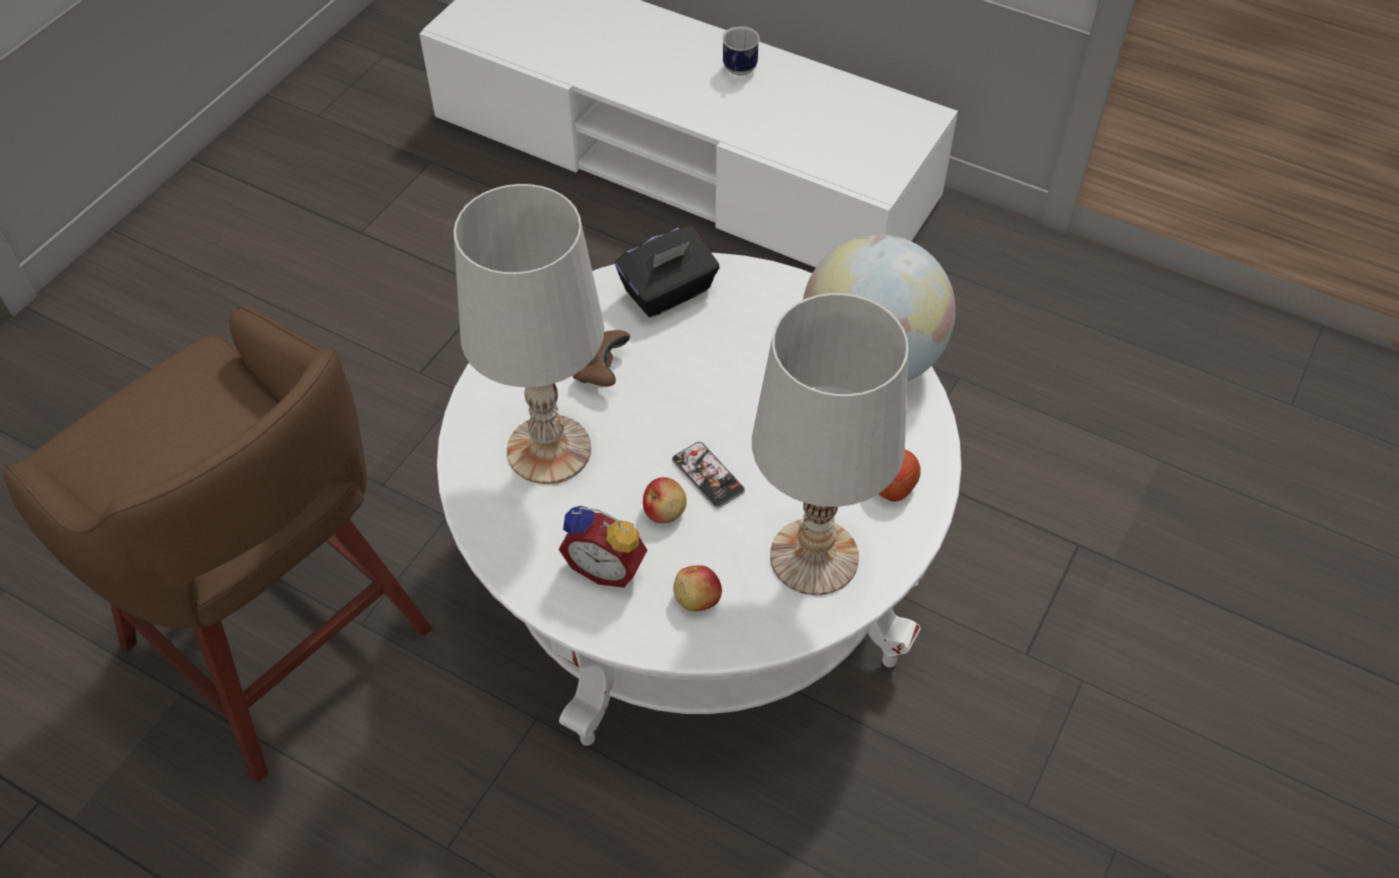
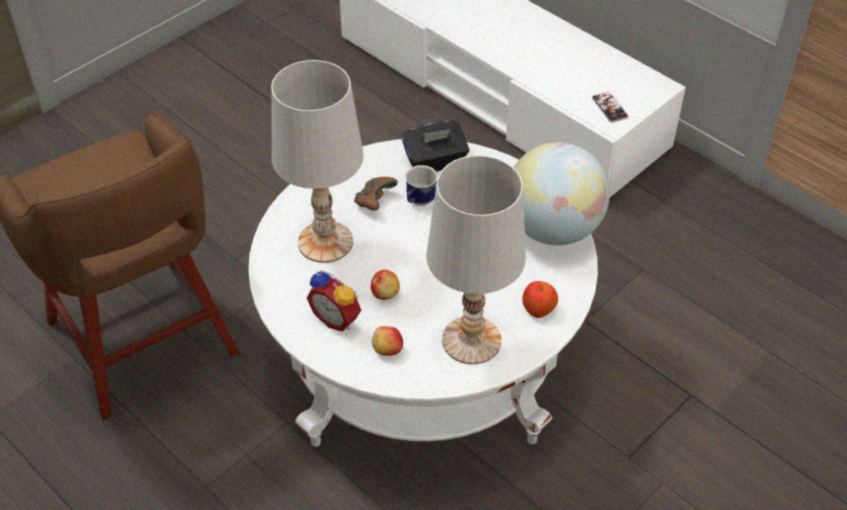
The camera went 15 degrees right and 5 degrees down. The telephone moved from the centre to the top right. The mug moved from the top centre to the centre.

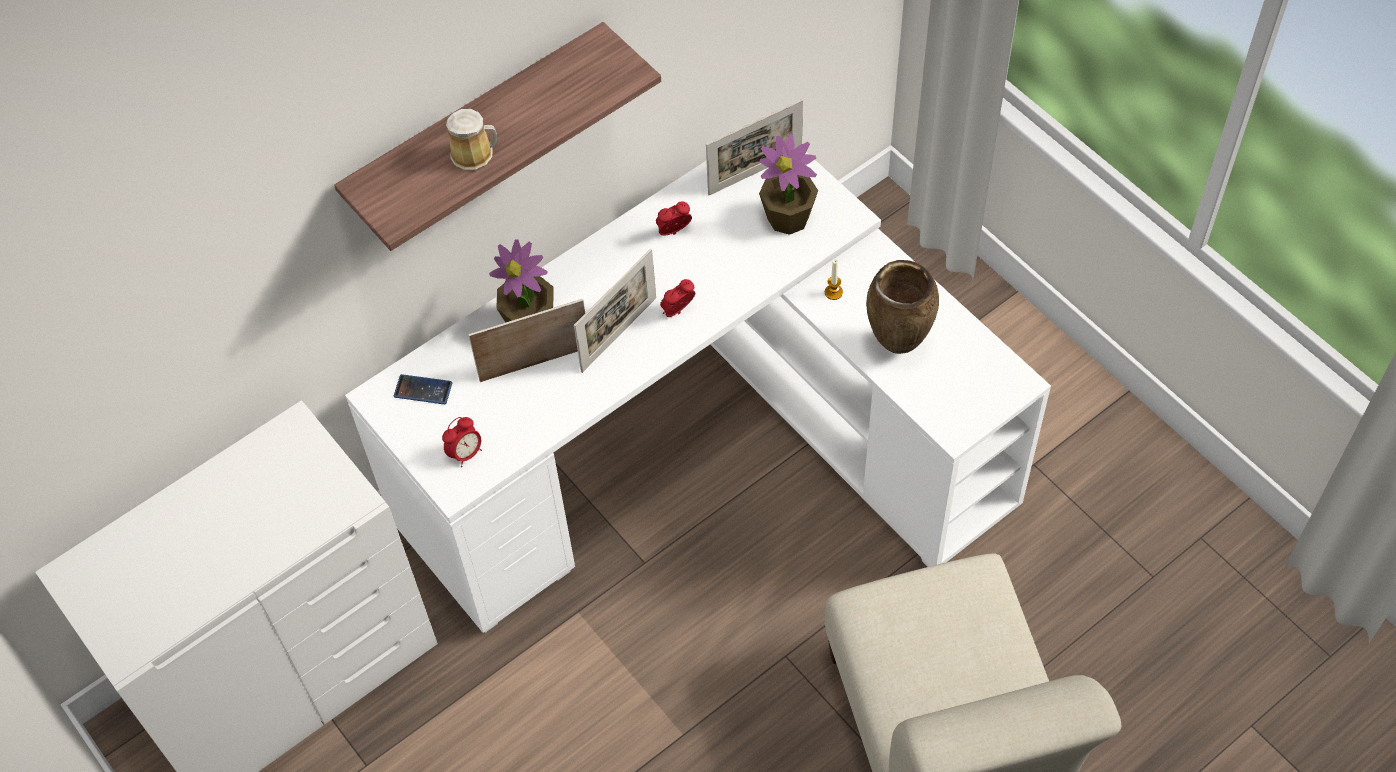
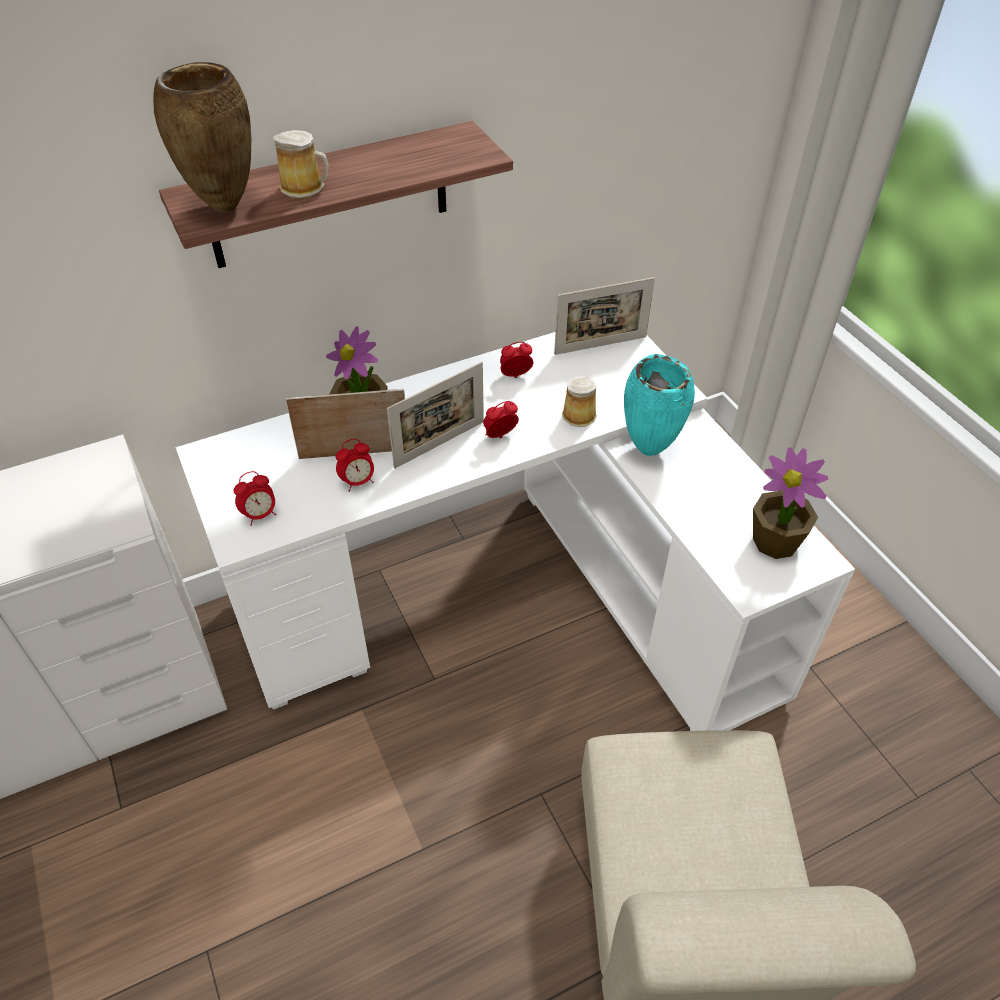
The camera went 10 degrees right and 10 degrees down. The telephone at the middle left disappeared. The plant_in_a_pot (2nd from left) moved from the top centre to the middle right. The wax_candle at the centre was replaced by the turquoise_vase at the centre. The brownish_vase moved from the centre to the top left. The alarm_clock (2nd from left) at the centre appeared. The mug (2nd from left) at the centre appeared.

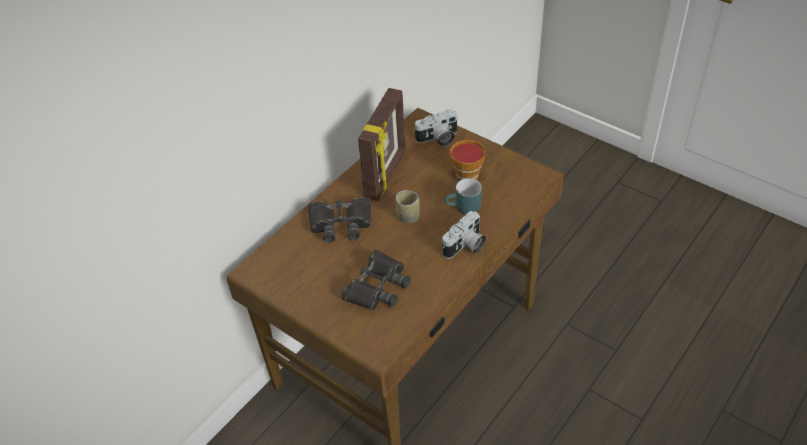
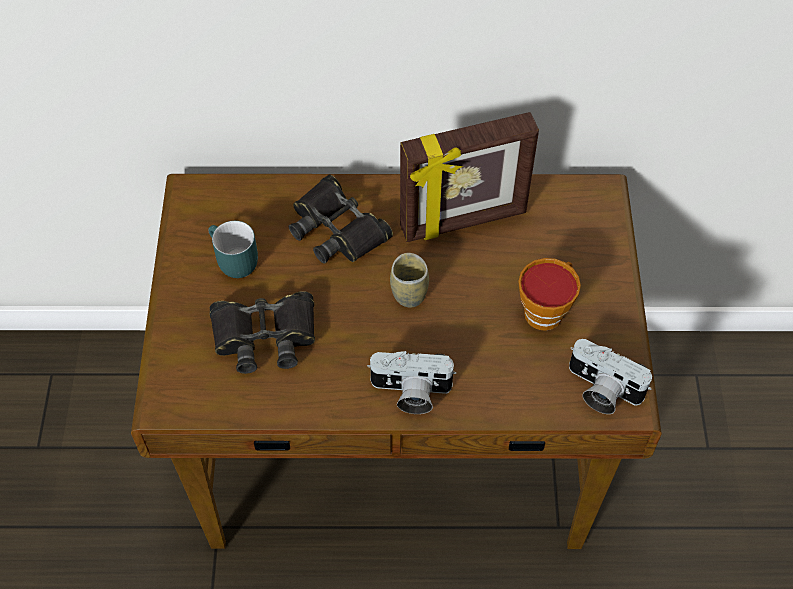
The camera went 50 degrees right and 10 degrees up. The photo_camera (1st from left in the first image) moved from the top centre to the middle right. The turquoise_mug moved from the centre to the middle left.

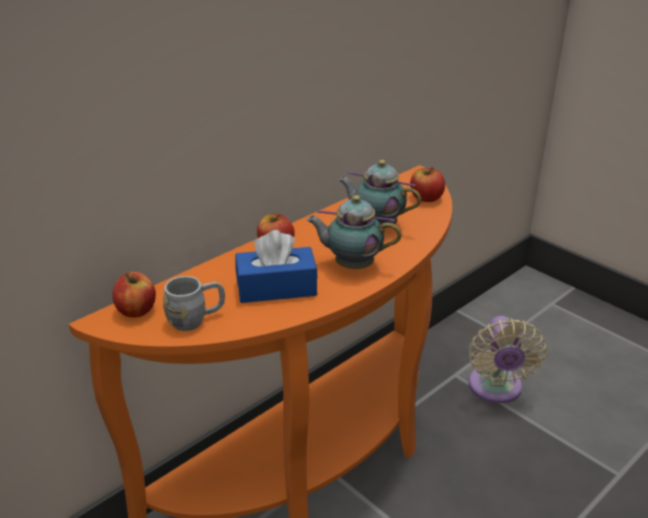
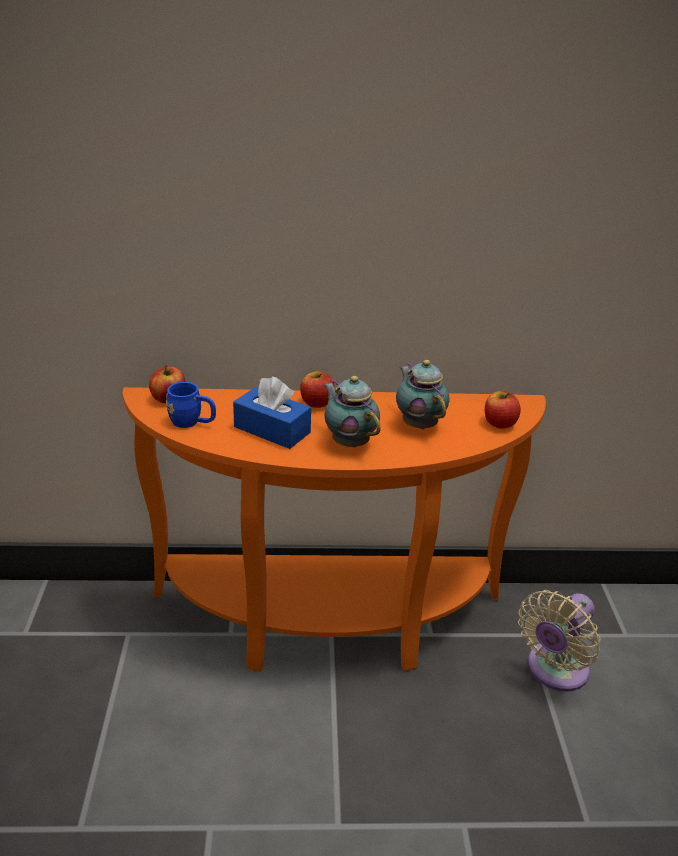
The camera went 40 degrees right and 0 degrees up. The grey_mug at the middle left became the bluish_mug at the middle left.

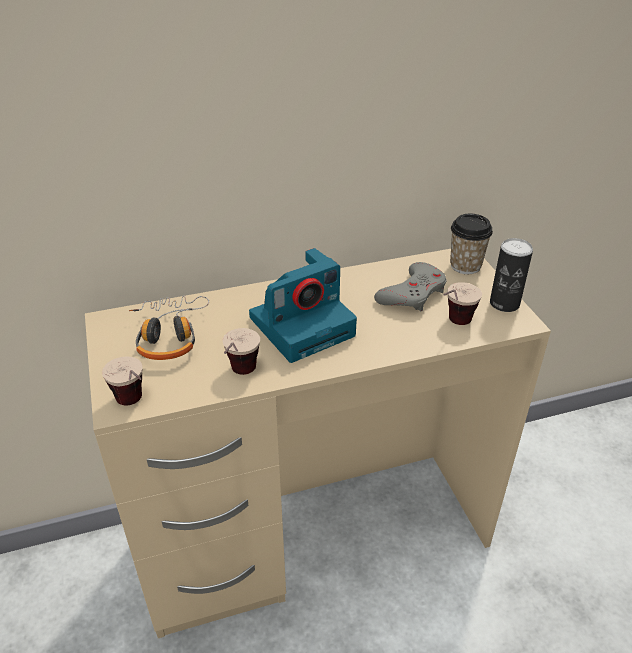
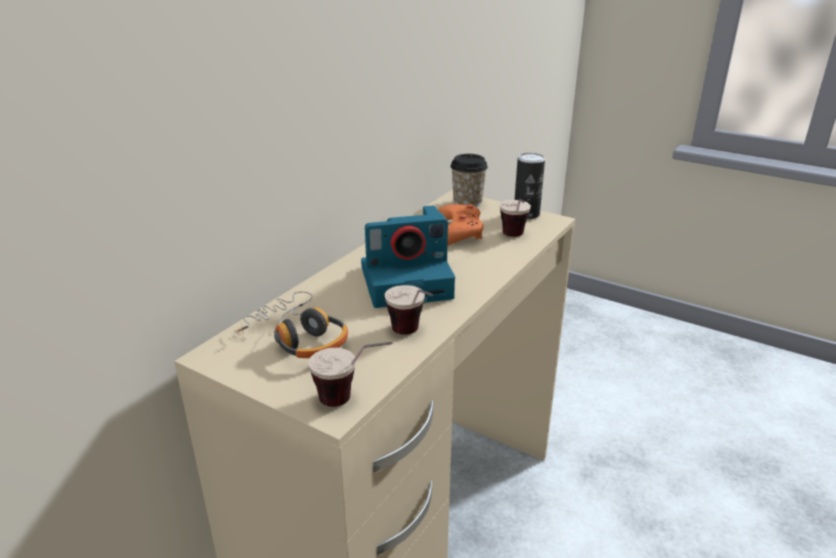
The camera went 40 degrees left and 10 degrees down. The photo_camera at the centre turned 60 degrees clockwise. The grey_game_controller at the centre became the orange_game_controller at the centre.

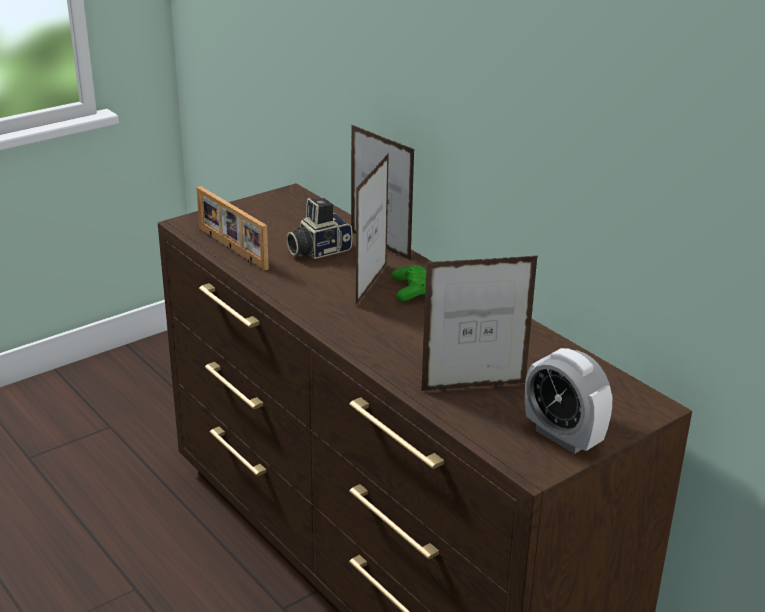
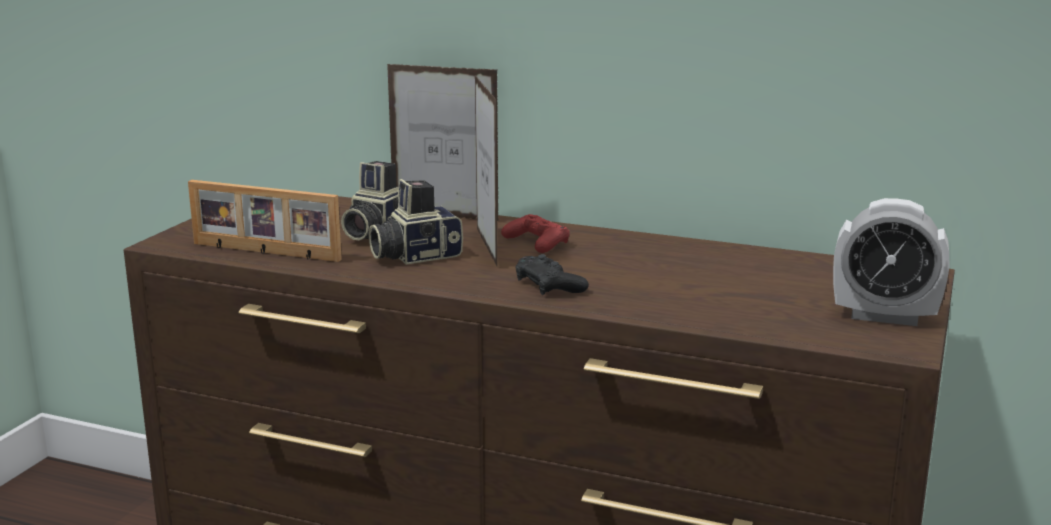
The camera went 30 degrees left and 10 degrees down. The green_game_controller at the centre became the red_game_controller at the centre. The picture_frame (4th from left) at the centre disappeared. The photo_camera (2nd from left) at the centre appeared. The black_game_controller at the centre appeared.

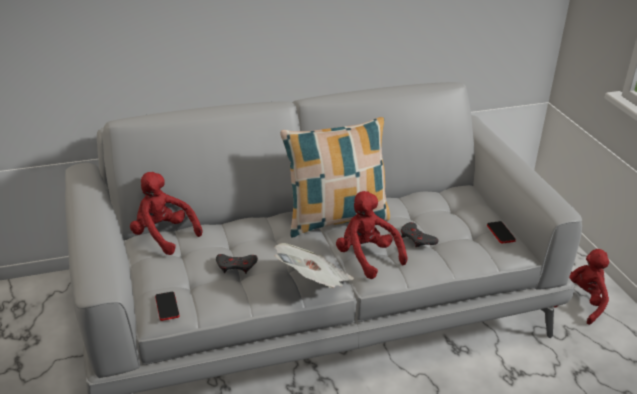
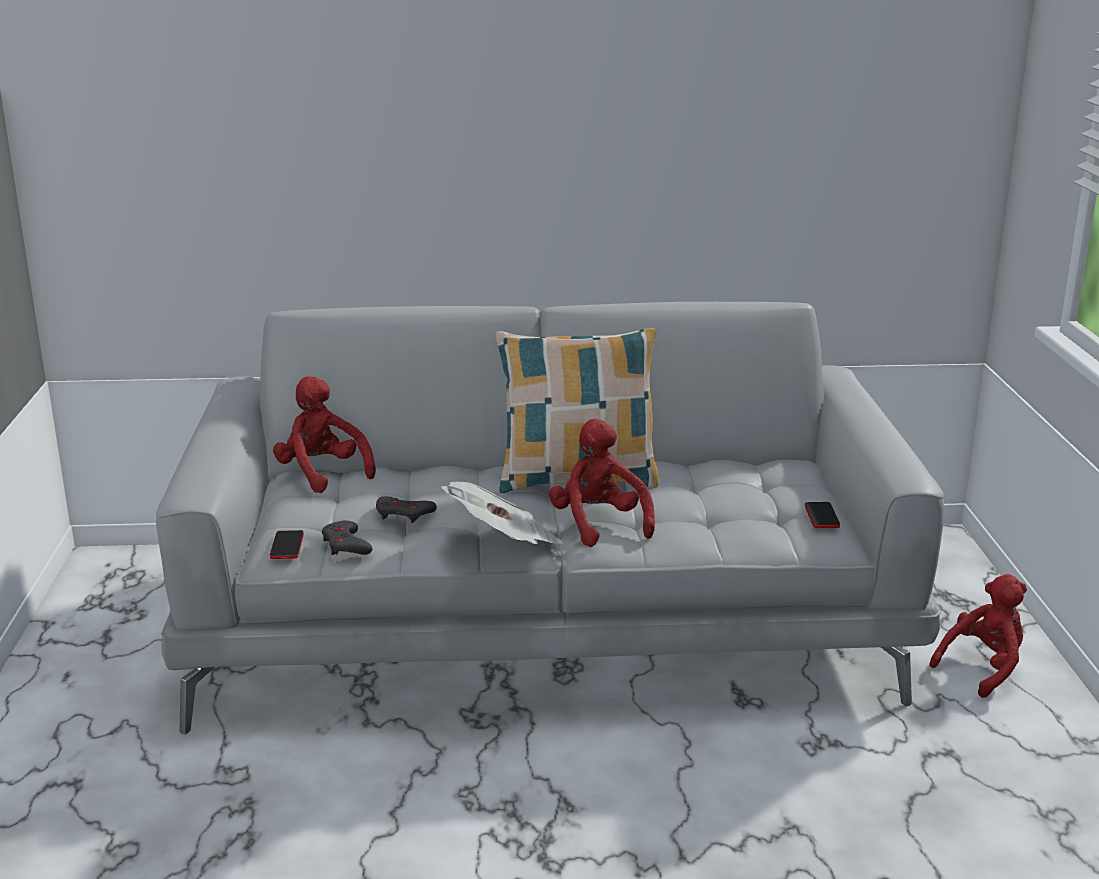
The camera went 15 degrees right and 10 degrees down. The grey_game_controller (2nd from left in the first image) moved from the centre to the middle left.

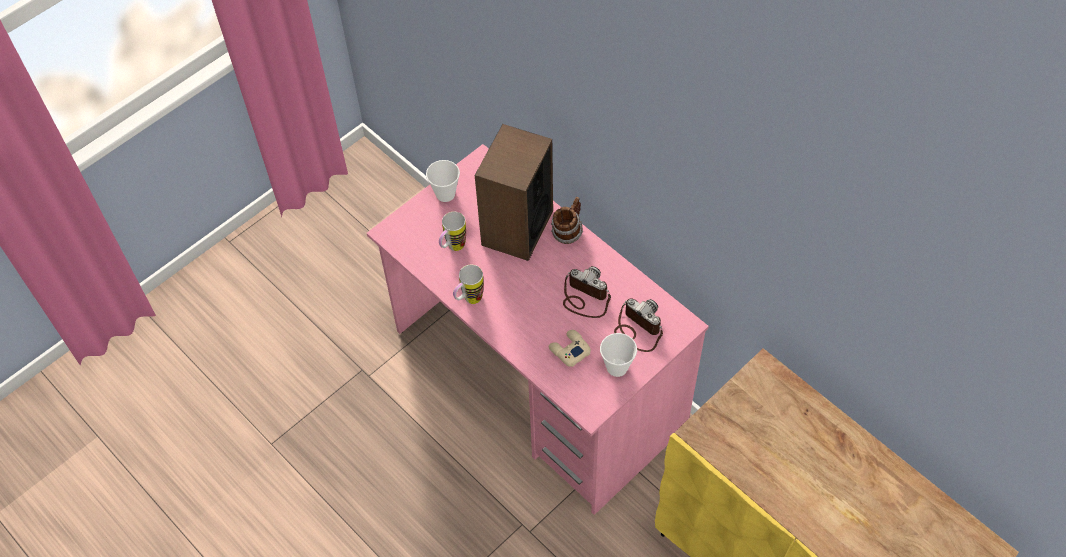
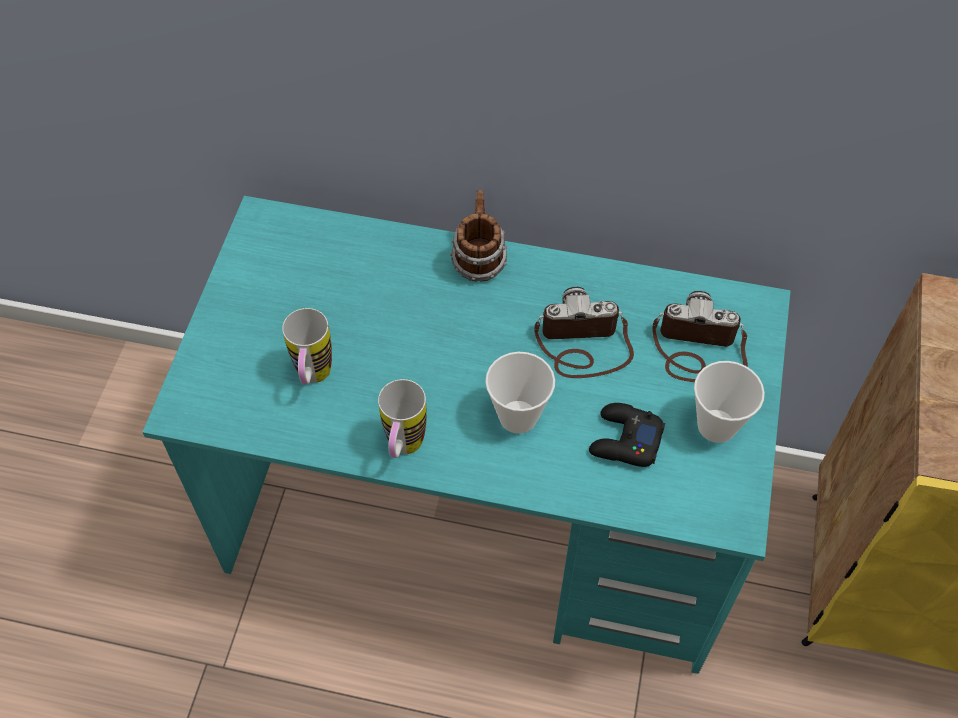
The camera went 35 degrees left and 0 degrees up. The pink-coloured_desk_unit at the centre became the turquoise_desk_unit at the centre. The small_cup (1st from left) moved from the top centre to the centre. The loudspeaker at the centre disappeared. The beige_game_controller at the centre became the black_game_controller at the centre.

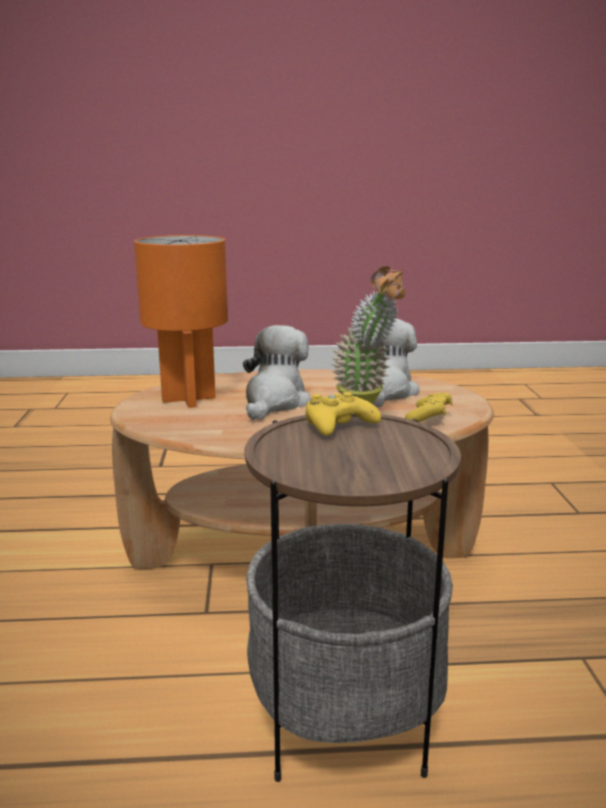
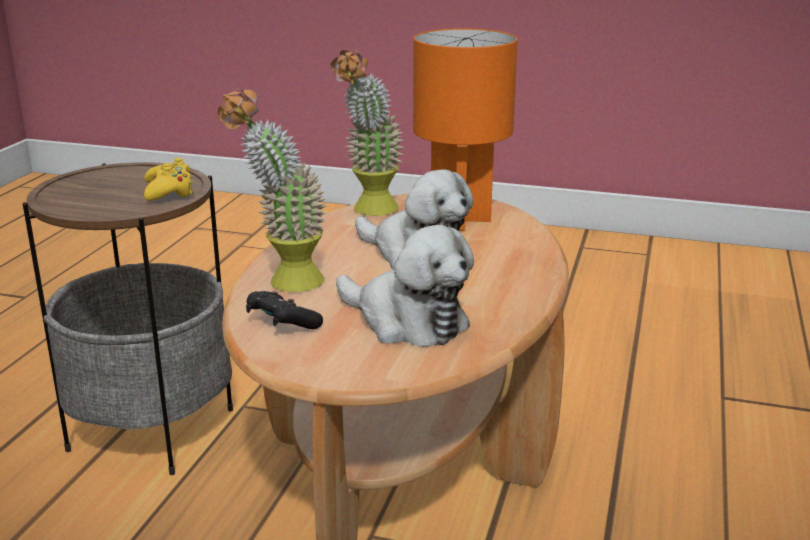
The camera went 110 degrees right and 5 degrees up. The yellowish_game_controller (2nd from left) at the middle right became the black_game_controller at the centre. The plant_in_a_pot (2nd from left) at the top centre appeared.

